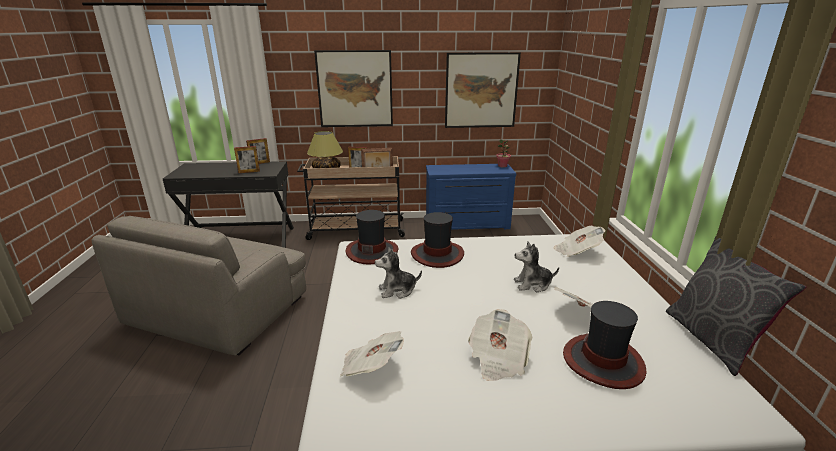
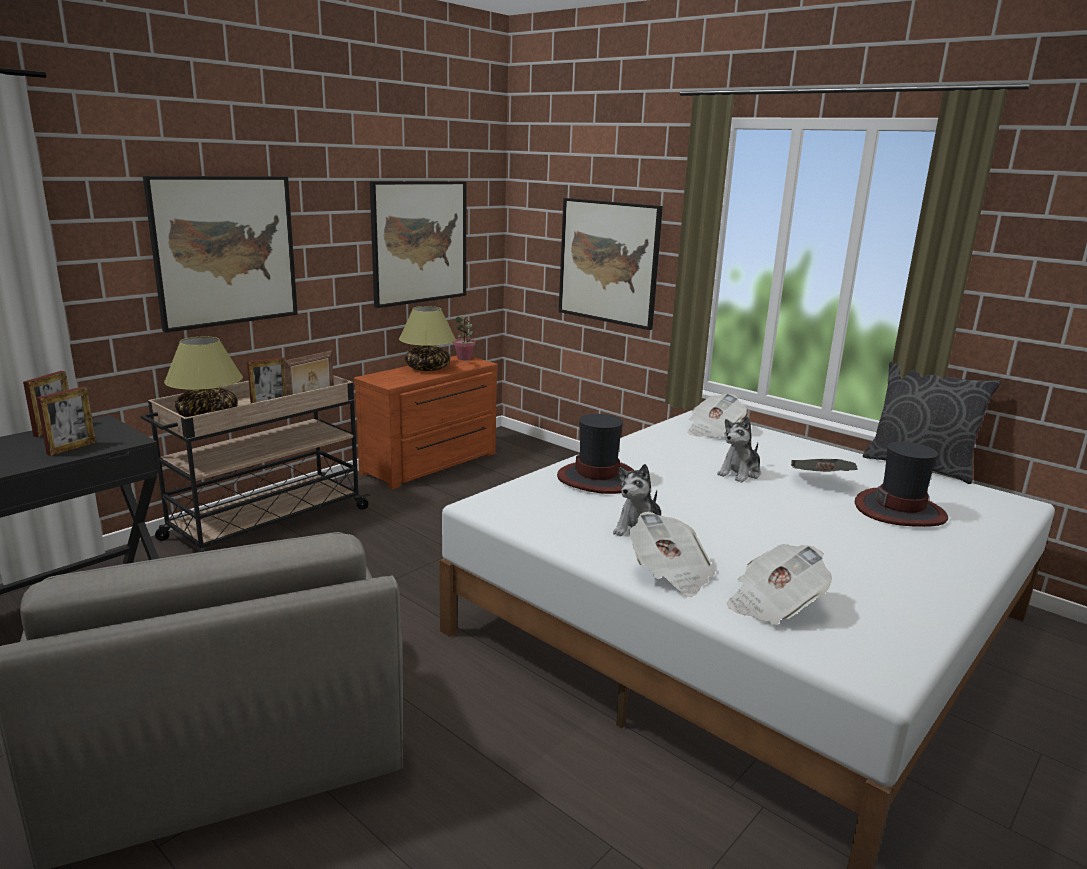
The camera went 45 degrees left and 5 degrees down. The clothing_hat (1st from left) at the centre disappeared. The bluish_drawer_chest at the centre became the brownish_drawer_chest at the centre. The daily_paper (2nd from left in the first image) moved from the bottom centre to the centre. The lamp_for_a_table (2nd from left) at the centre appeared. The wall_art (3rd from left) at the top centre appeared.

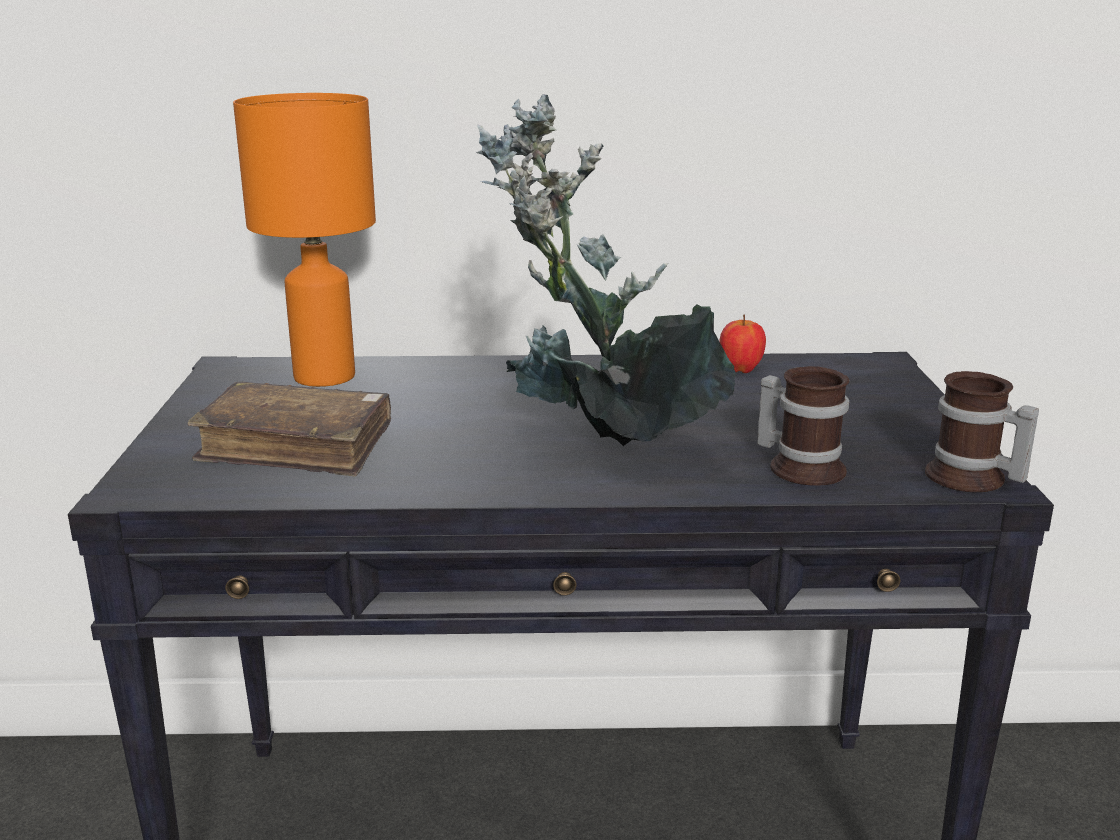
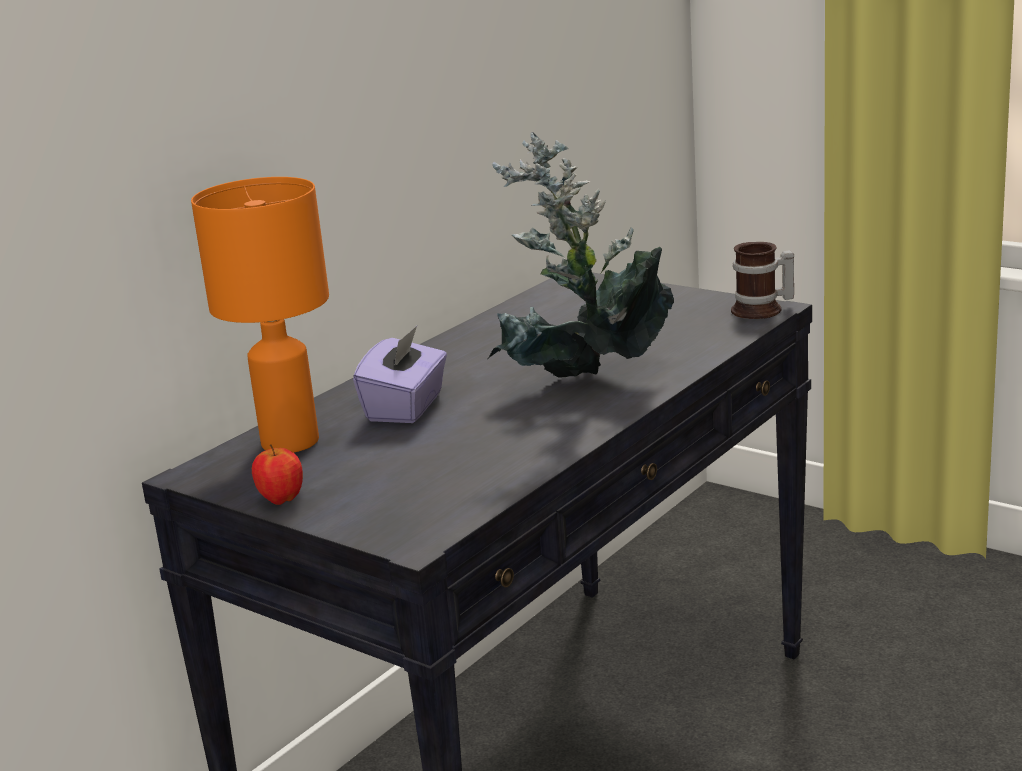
The camera went 50 degrees left and 0 degrees up. The brownish_volume at the middle left disappeared. The whole_apple moved from the centre to the middle left. The mug (1st from left) at the middle right disappeared. The purplish_box_of_tissues at the centre appeared.

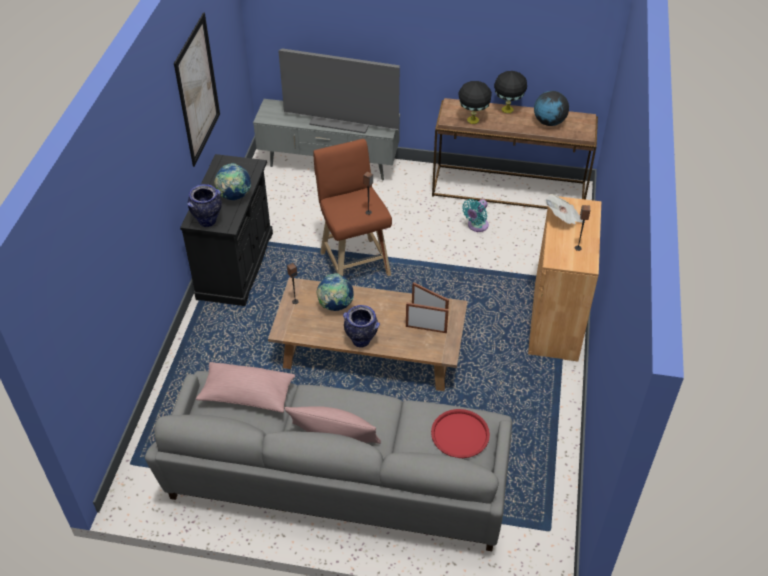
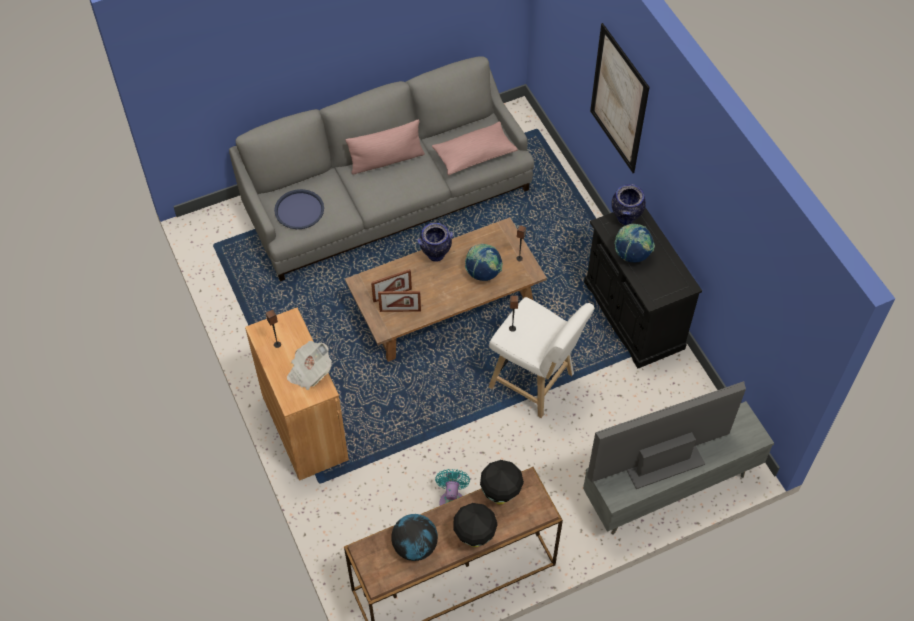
The camera went 145 degrees right and 10 degrees up. The wall_art moved from the top left to the top right. The brownish_stool_seat at the centre became the white_stool_seat at the centre. The red_tray at the bottom centre became the bluish_tray at the middle left.

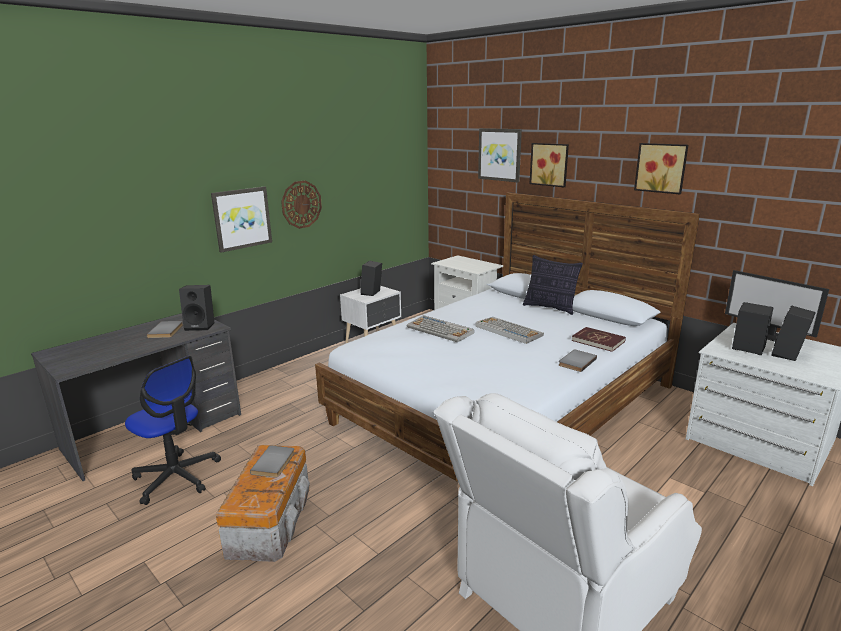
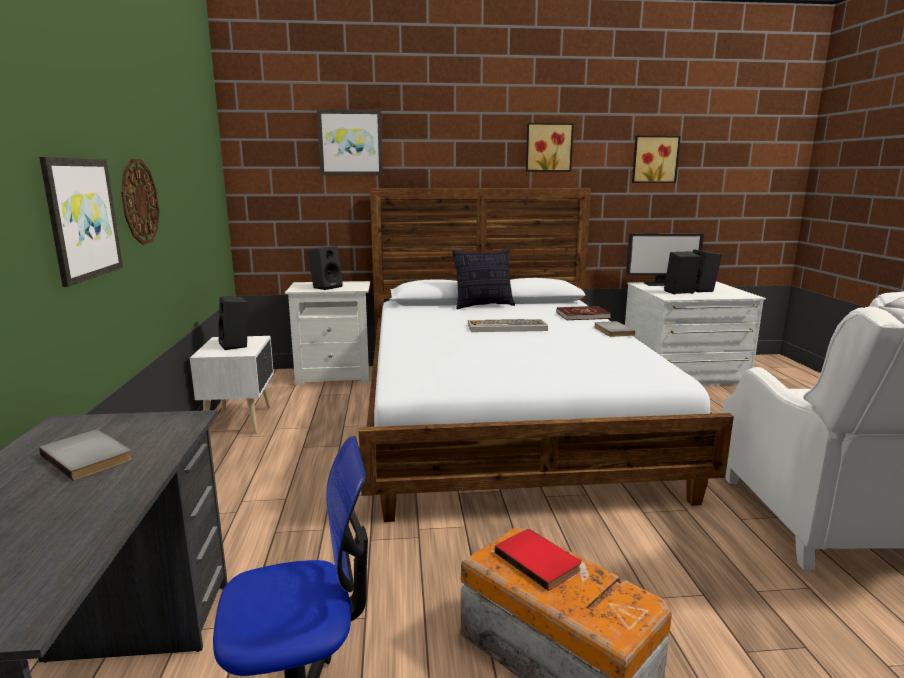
The camera went 50 degrees left and 5 degrees down. The black_loudspeaker (1st from left in the first image) moved from the middle left to the centre. The grey_volume (2nd from left) at the bottom left became the red_volume (1st from left) at the bottom centre. The keyboard (1st from left) at the centre disappeared. The wall_art (3rd from left in the first image) moved from the top centre to the top right.

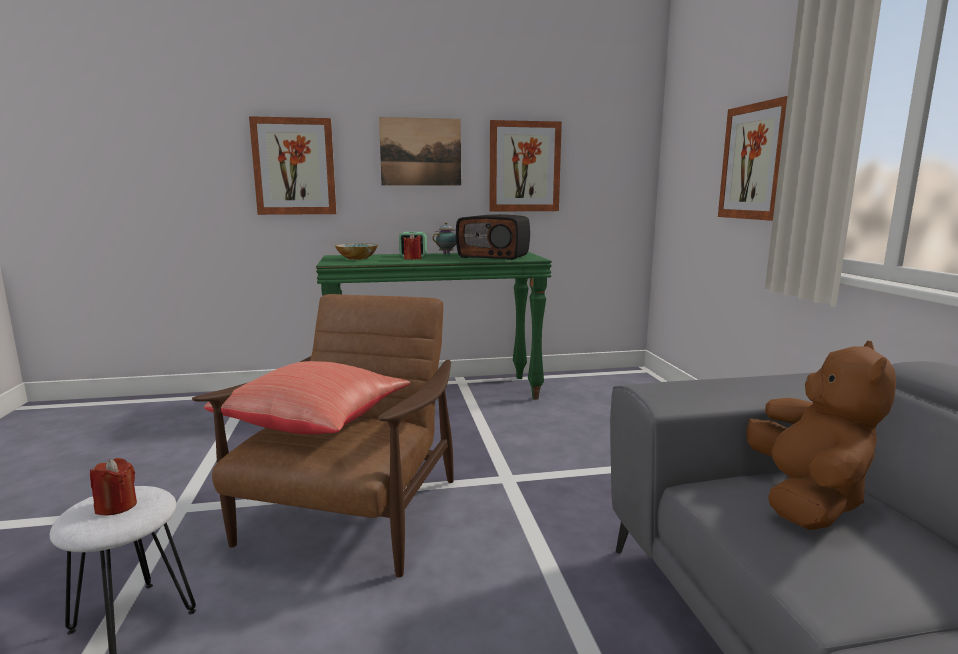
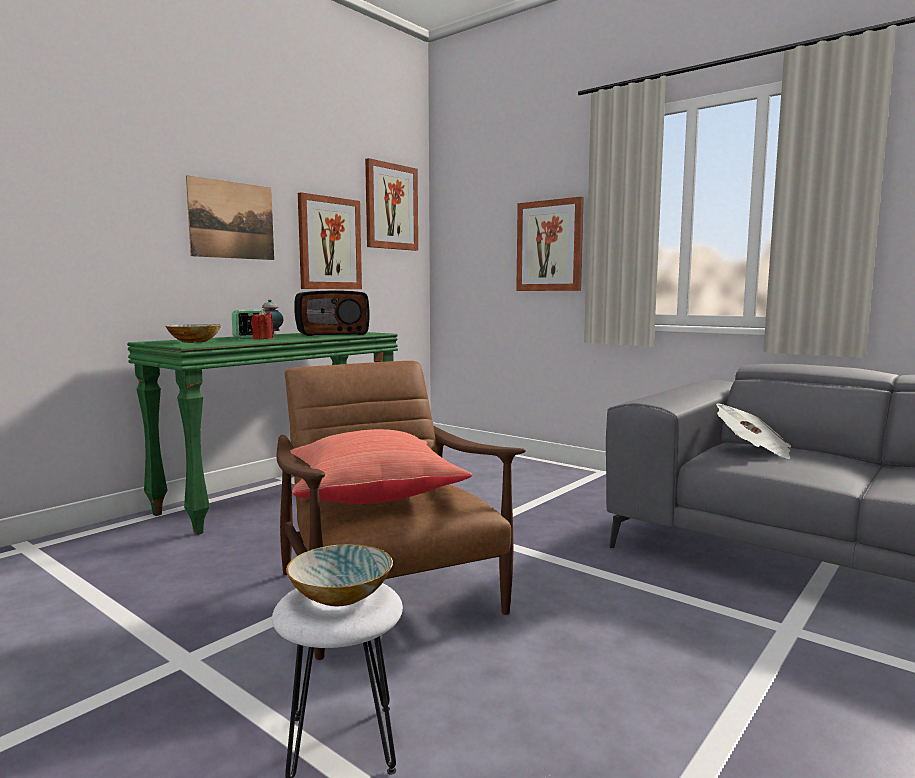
The camera went 40 degrees left and 5 degrees down. The red_wax_candle (1st from left) at the bottom left was replaced by the deep_dish (2nd from left) at the bottom centre. The wall_art (1st from left in the first image) moved from the top left to the top centre. The brownish_plush_toy at the middle right was replaced by the daily_paper at the middle right.

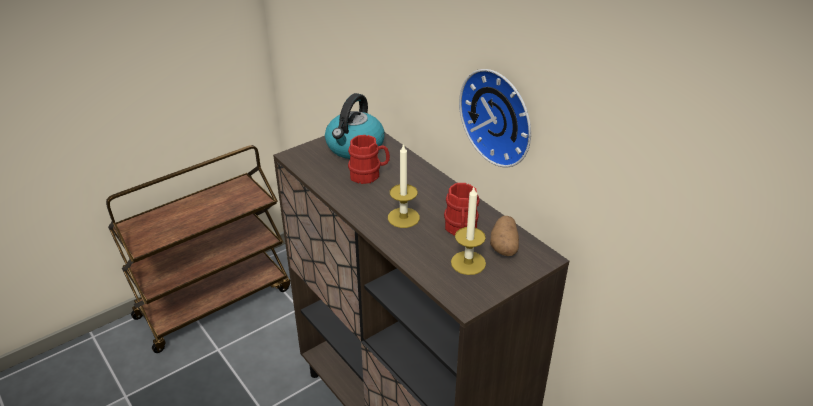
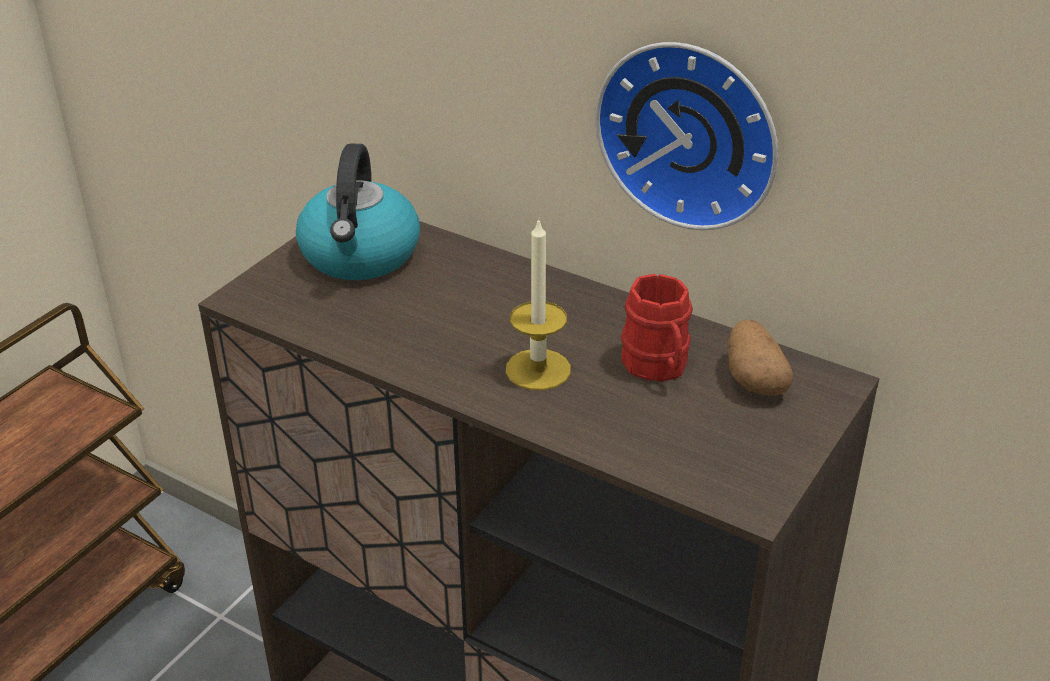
The camera went 20 degrees left and 0 degrees up. The red_mug (1st from left) at the centre disappeared. The wax_candle (2nd from left) at the centre disappeared.

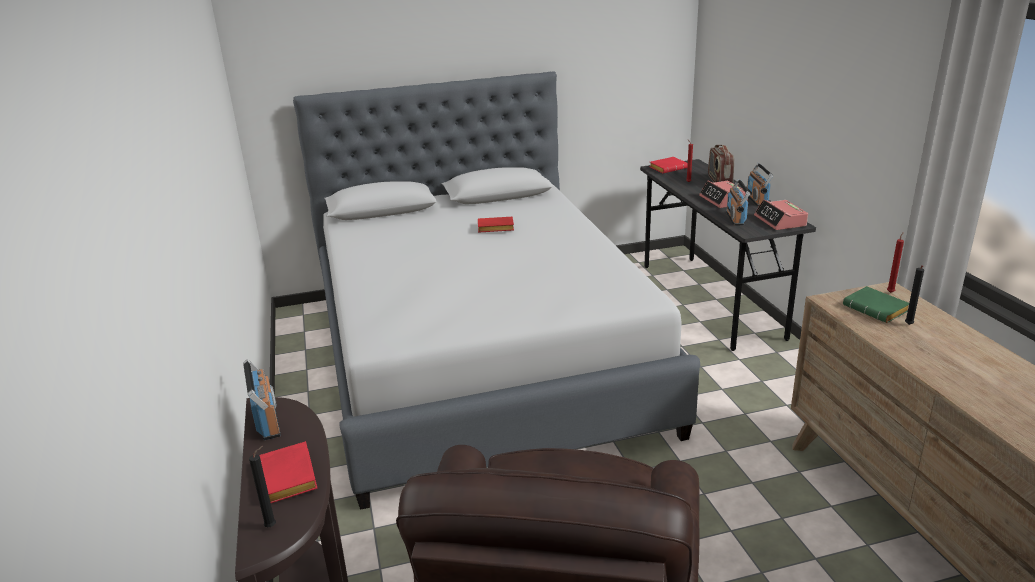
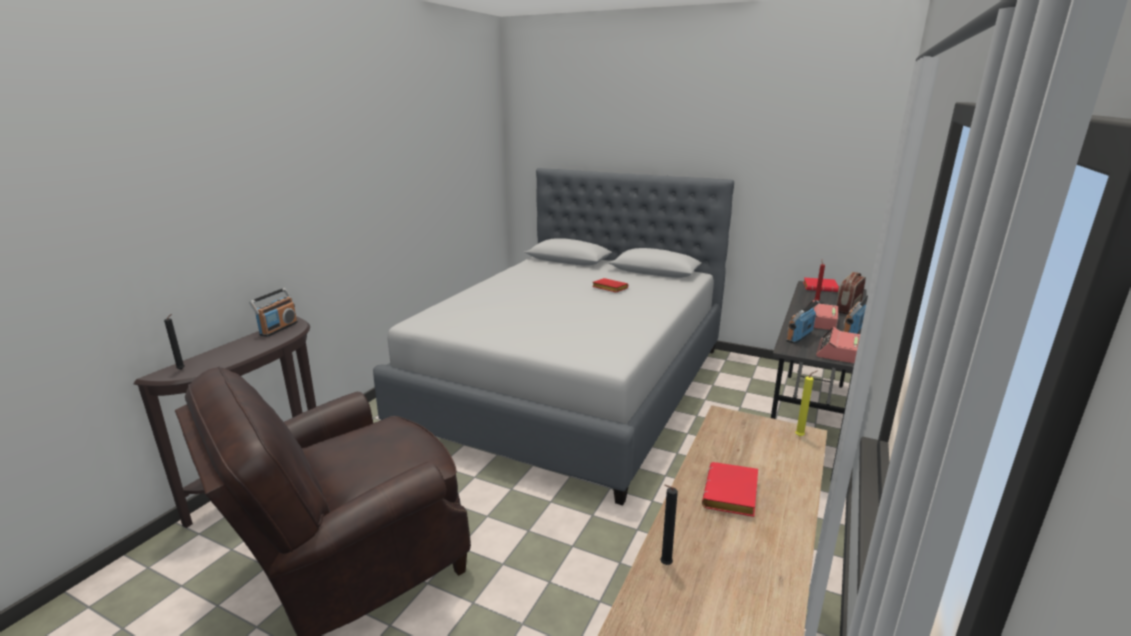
The camera went 40 degrees right and 5 degrees down. The red_volume (1st from left in the first image) moved from the bottom left to the bottom centre. The green_volume at the middle right disappeared. The red_wax_candle (2nd from left) at the middle right became the yellowish_wax_candle at the middle right. The black_wax_candle (2nd from left) moved from the middle right to the bottom centre.

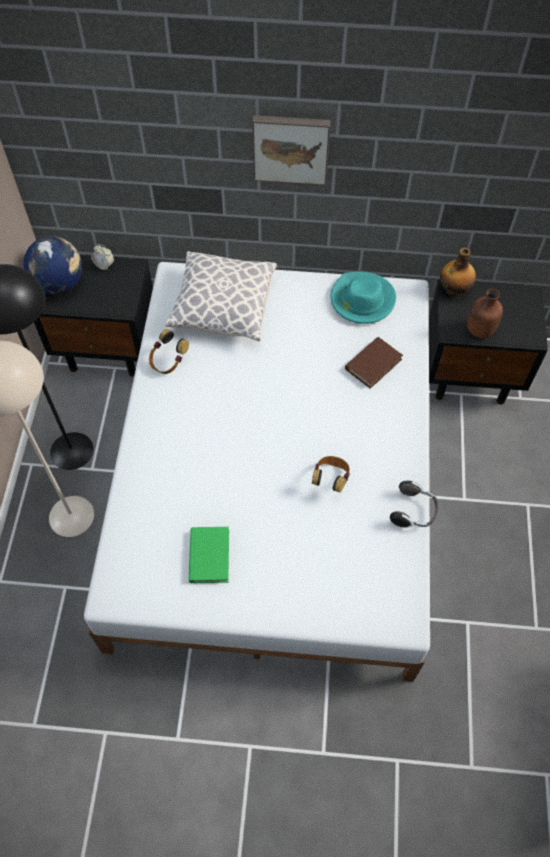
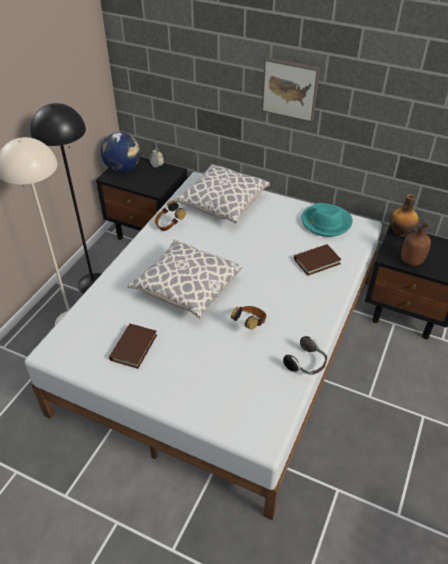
The camera went 20 degrees right and 15 degrees down. The green_volume at the centre became the brownish_volume (1st from left) at the middle left. The pillow (1st from left) at the centre appeared.

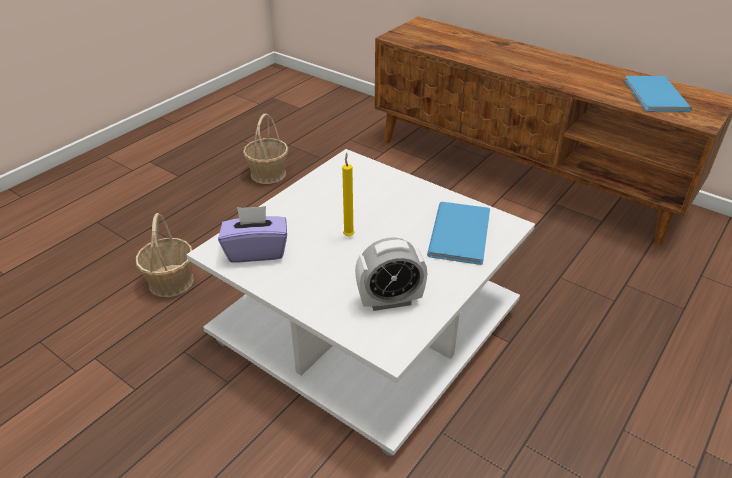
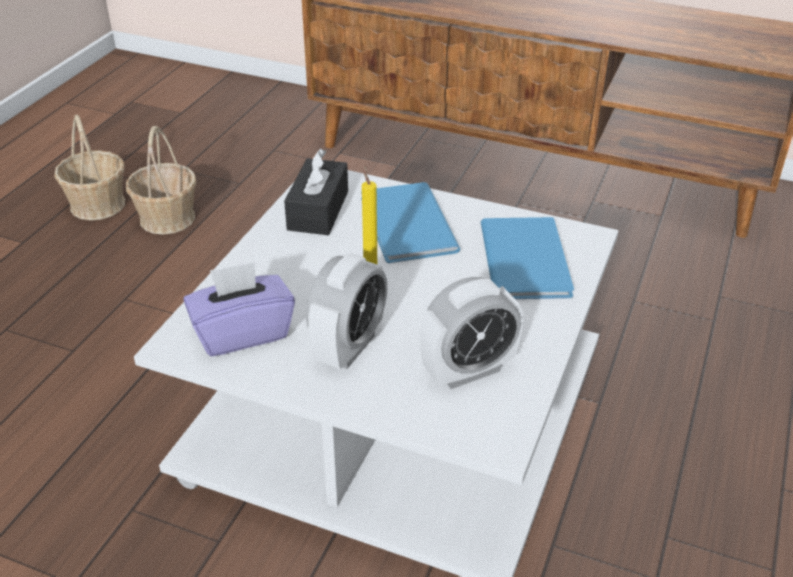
The camera went 15 degrees left and 0 degrees up. The storage_basket (1st from left) moved from the middle left to the top left. The bluish_volume (2nd from left in the first image) moved from the top right to the centre. The black_box_of_tissues at the top centre appeared. The alarm_clock (1st from left) at the centre appeared.

